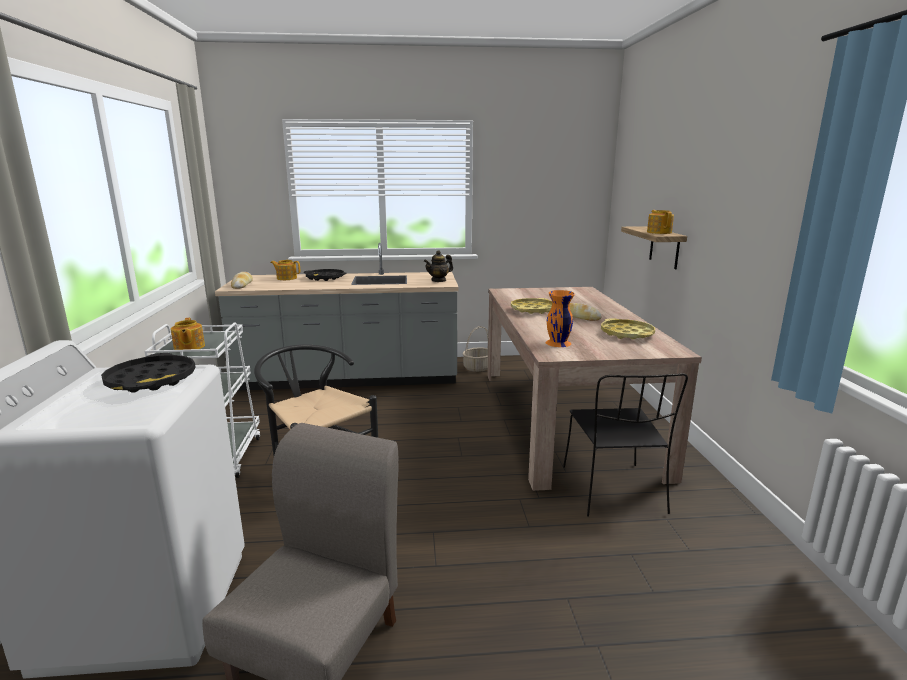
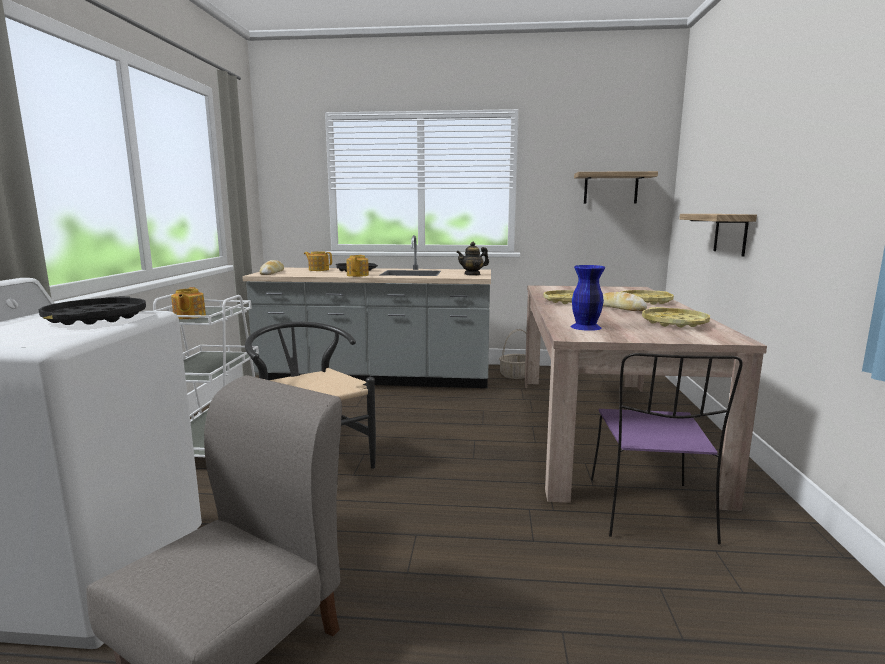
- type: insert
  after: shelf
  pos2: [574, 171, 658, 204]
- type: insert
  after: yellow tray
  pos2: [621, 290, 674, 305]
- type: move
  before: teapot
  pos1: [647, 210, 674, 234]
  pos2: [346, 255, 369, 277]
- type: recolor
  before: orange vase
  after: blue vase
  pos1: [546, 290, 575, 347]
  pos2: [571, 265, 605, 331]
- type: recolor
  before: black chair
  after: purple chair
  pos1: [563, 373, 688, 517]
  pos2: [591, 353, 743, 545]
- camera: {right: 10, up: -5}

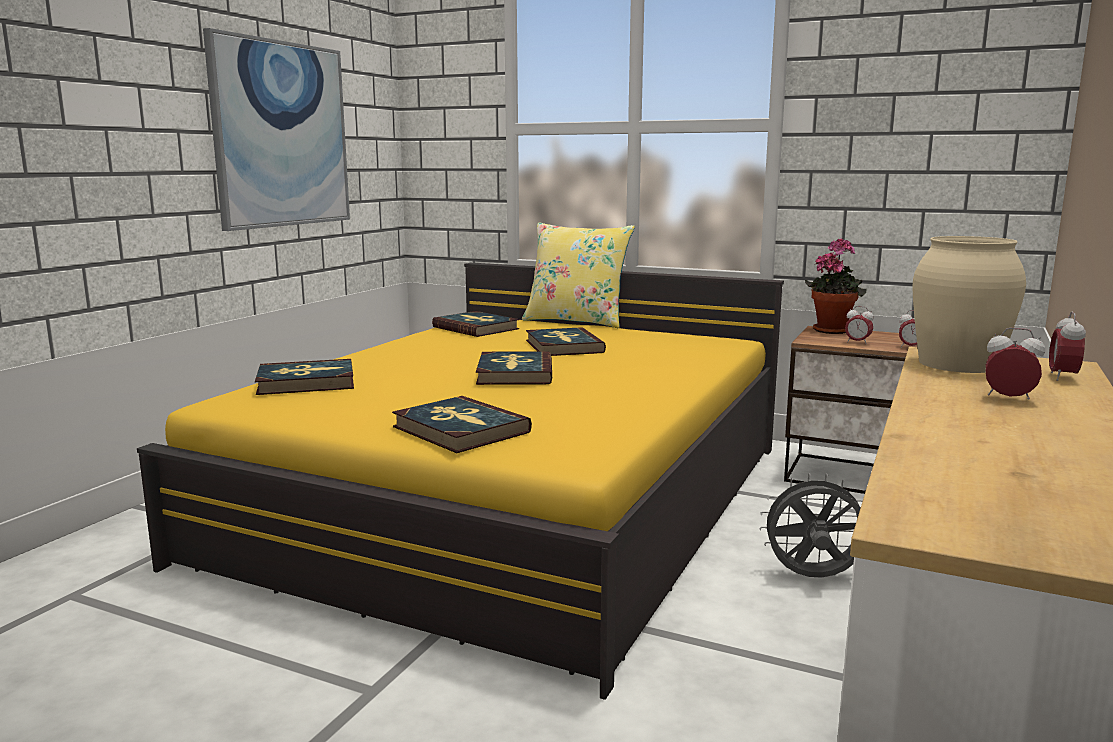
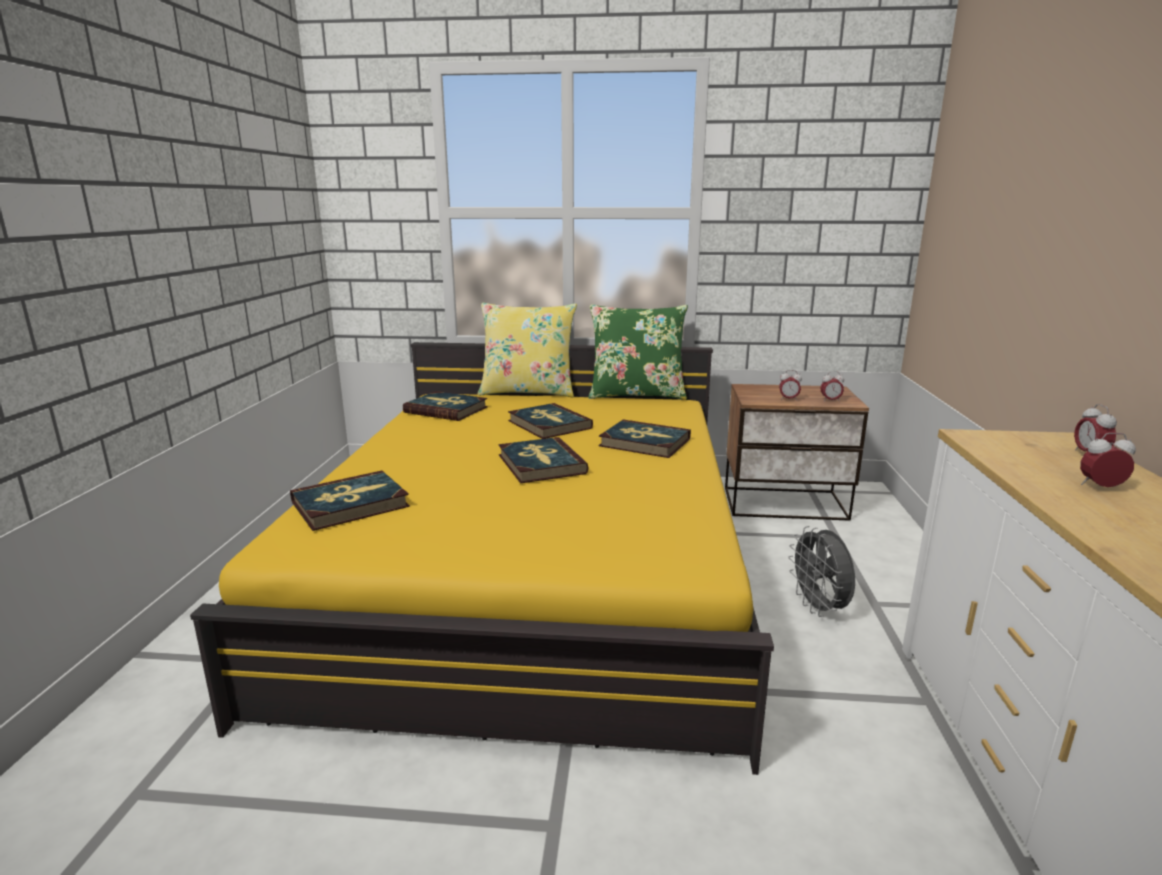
- type: delete
  before: picture
  pos1: [203, 28, 350, 231]
- type: delete
  before: potted plant
  pos1: [805, 238, 866, 334]
- type: delete
  before: beige vase
  pos1: [912, 236, 1026, 373]
- type: insert
  after: green pillow
  pos2: [588, 304, 688, 400]
- type: move
  before: book
  pos1: [392, 396, 532, 453]
  pos2: [599, 419, 691, 458]
- type: rotate
  before: grey fan
  pos1: [759, 473, 863, 578]
  pos2: [788, 526, 855, 617]
  turn: -90
- camera: {right: -20, up: 5}

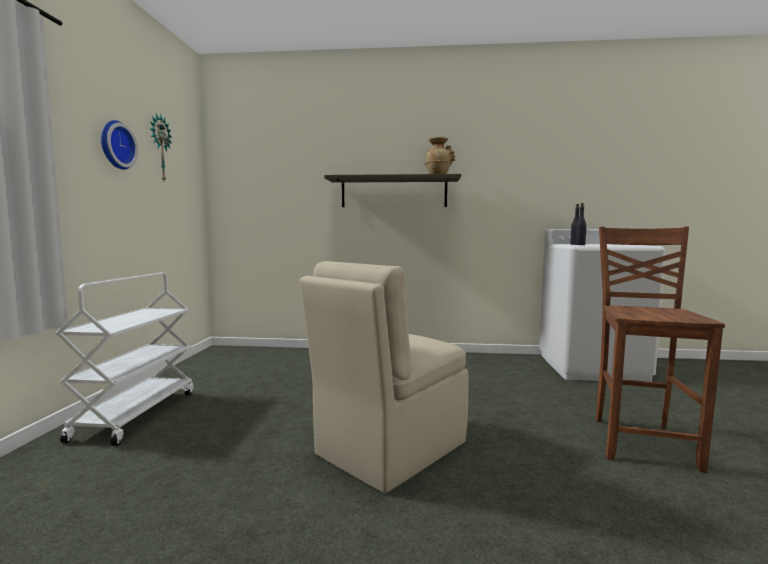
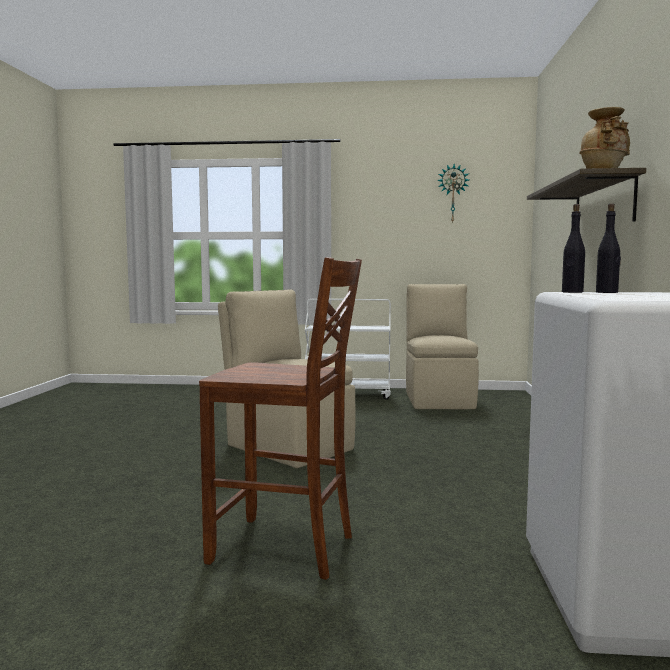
- type: delete
  before: wall clock
  pos1: [101, 120, 138, 170]
- type: insert
  after: beige chair
  pos2: [406, 284, 479, 409]
- camera: {right: 90, up: 0}

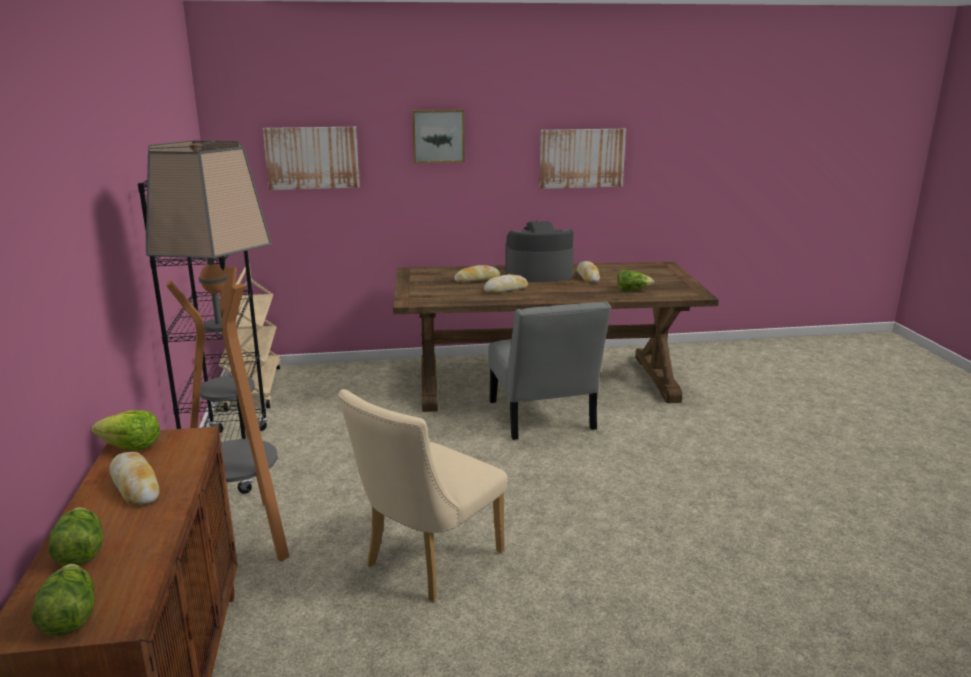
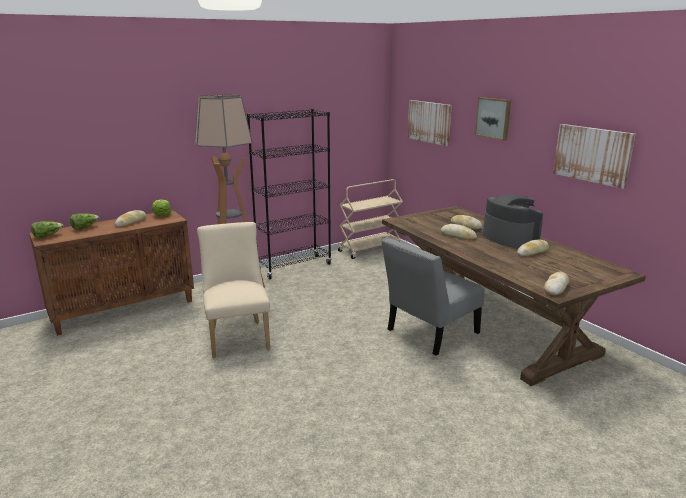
- type: delete
  before: lettuce
  pos1: [617, 270, 654, 291]
- type: insert
  after: bread
  pos2: [544, 272, 569, 295]
- type: rotate
  before: beige chair
  pos1: [338, 389, 507, 601]
  pos2: [197, 222, 270, 358]
  turn: 60
- camera: {right: 65, up: 0}

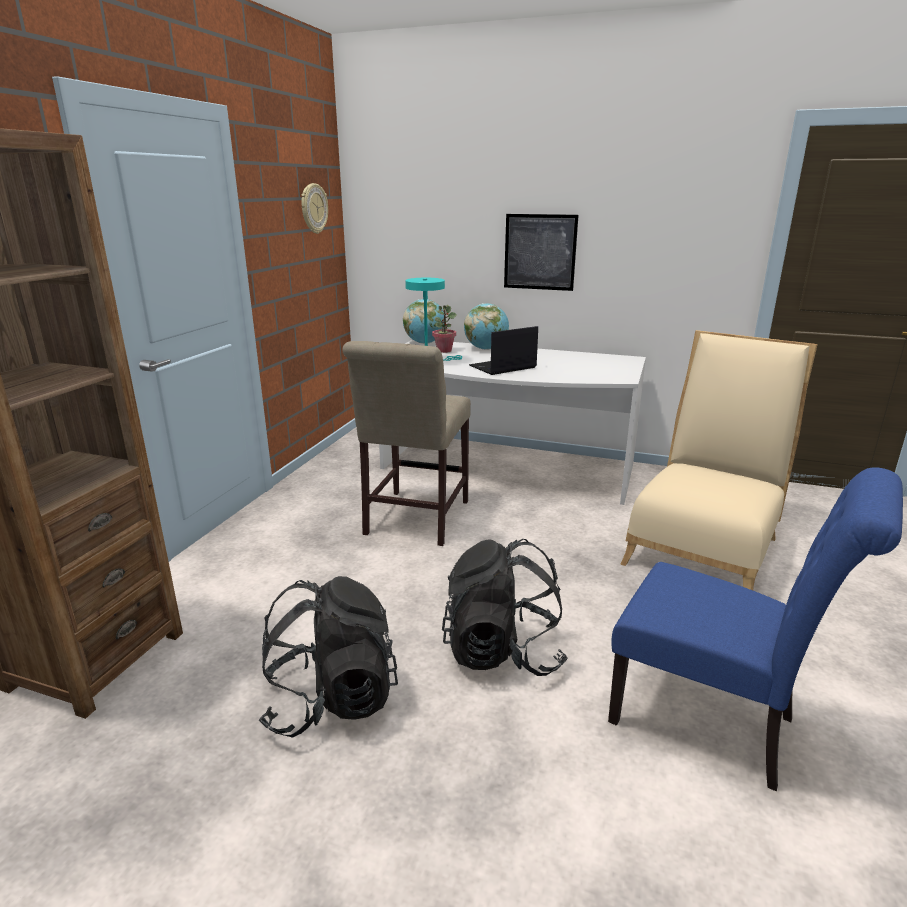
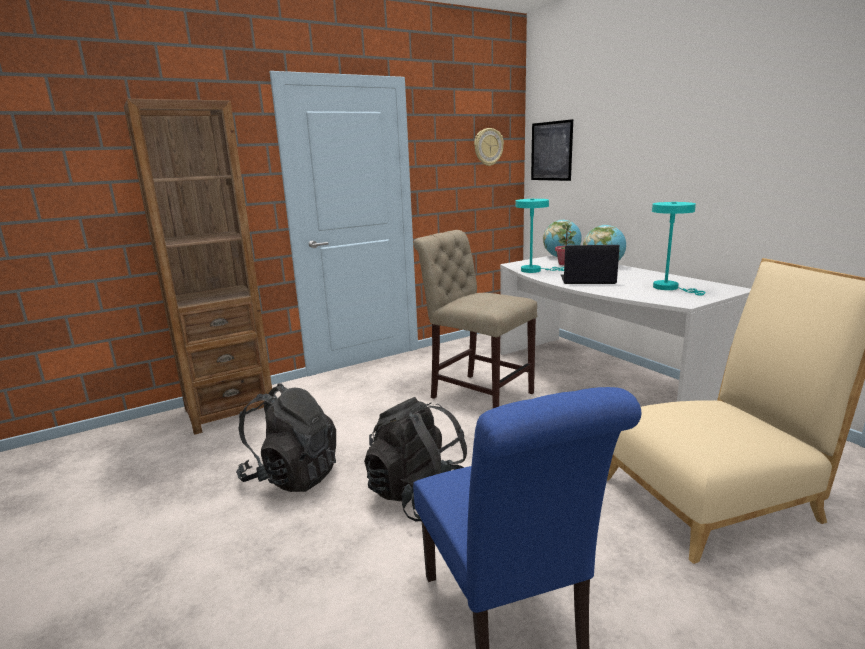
- type: insert
  after: turquoise table lamp
  pos2: [652, 202, 705, 296]
- type: move
  before: picture
  pos1: [504, 214, 579, 291]
  pos2: [531, 119, 573, 181]
- type: rotate
  before: beige chair
  pos1: [342, 341, 471, 546]
  pos2: [413, 230, 537, 408]
  turn: 75
- camera: {right: 40, up: -5}

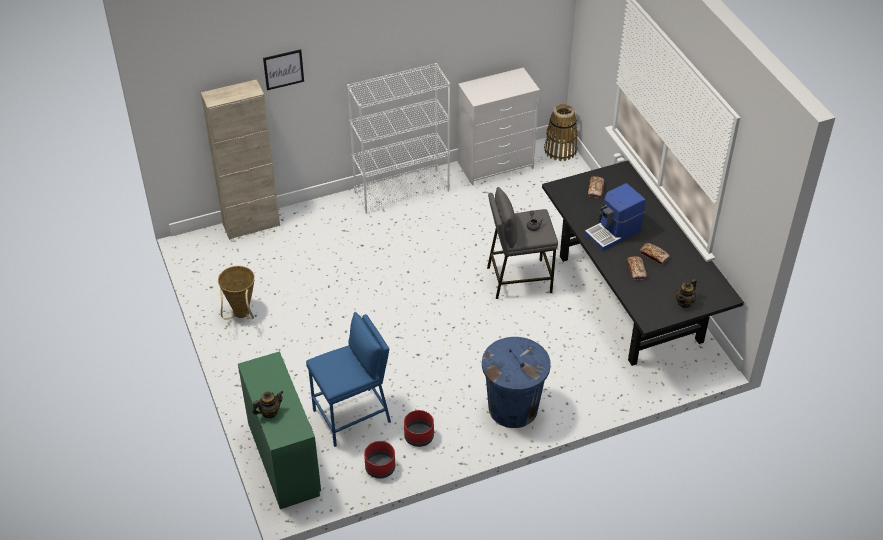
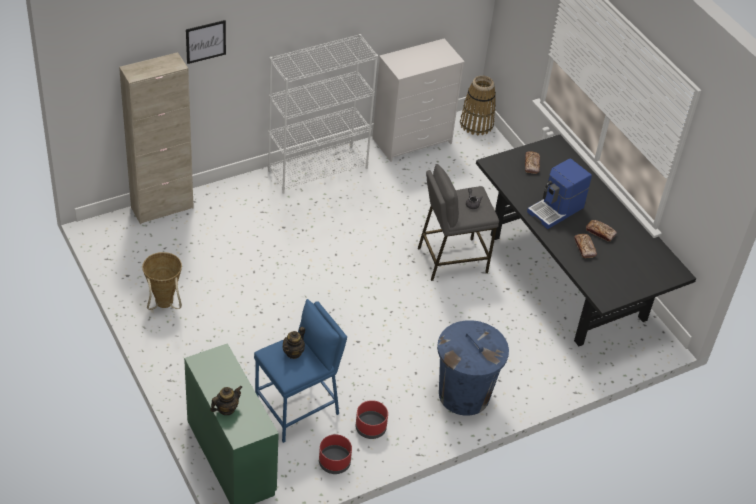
- type: move
  before: teapot
  pos1: [676, 279, 697, 308]
  pos2: [282, 327, 305, 359]
- camera: {right: -10, up: 0}

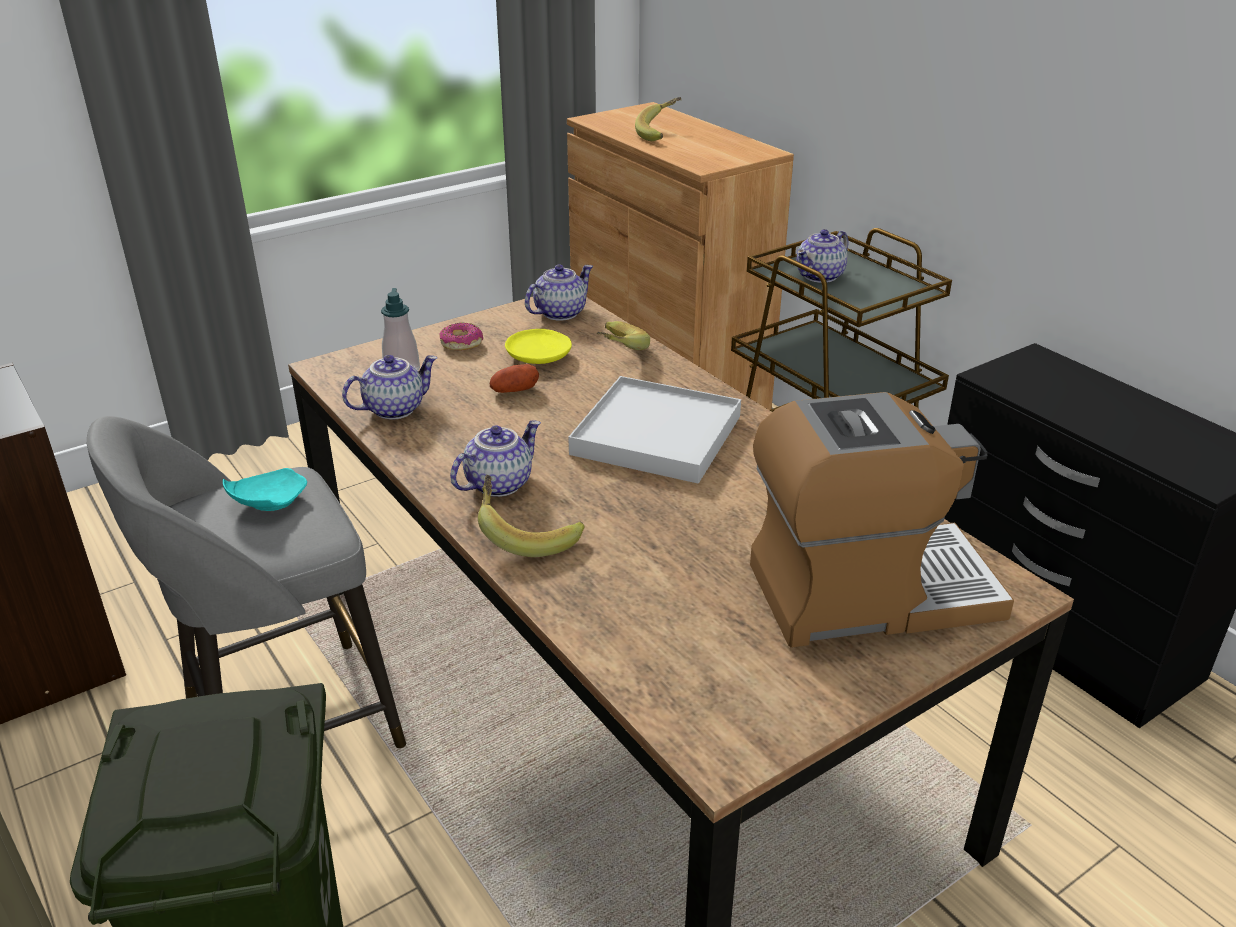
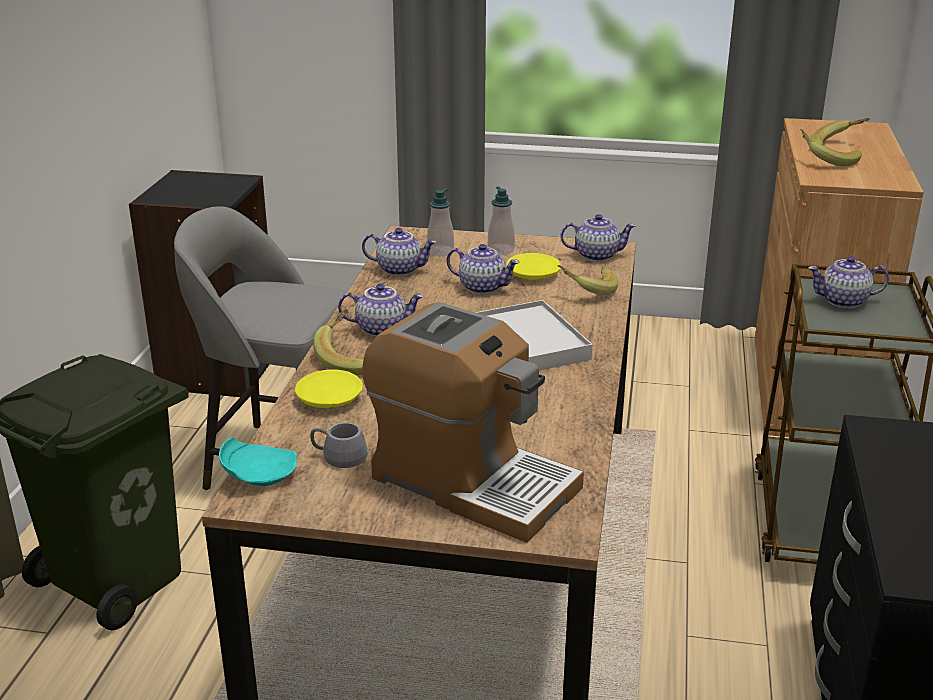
- type: insert
  after: yellow plate
  pos2: [295, 369, 363, 408]
- type: insert
  after: grey mug
  pos2: [310, 423, 368, 468]
- type: insert
  after: banana
  pos2: [800, 129, 862, 166]
- type: move
  before: turquoise plate
  pos1: [223, 468, 307, 511]
  pos2: [219, 437, 297, 486]
- type: replace
  before: donut
  after: soap dispenser
  pos1: [439, 323, 483, 350]
  pos2: [488, 186, 515, 255]
- type: replace
  before: potato
  after: teapot
  pos1: [490, 364, 539, 393]
  pos2: [447, 244, 520, 294]
- camera: {right: 45, up: -5}

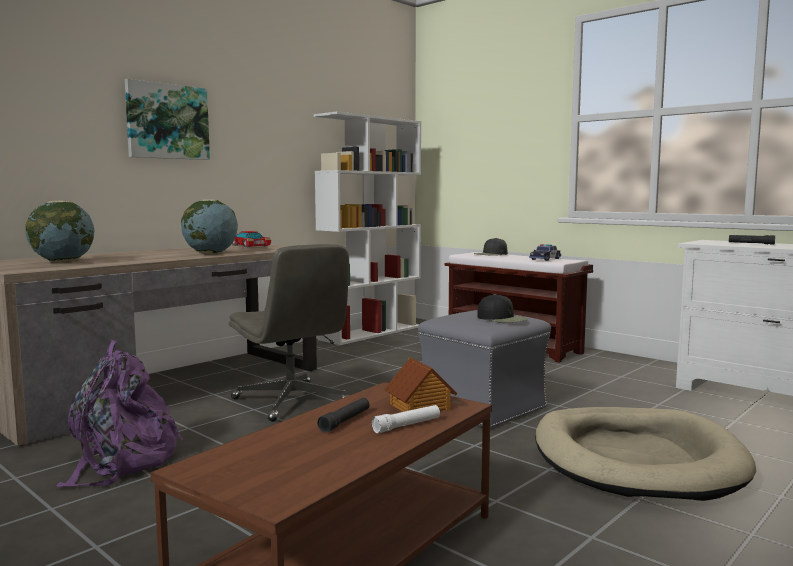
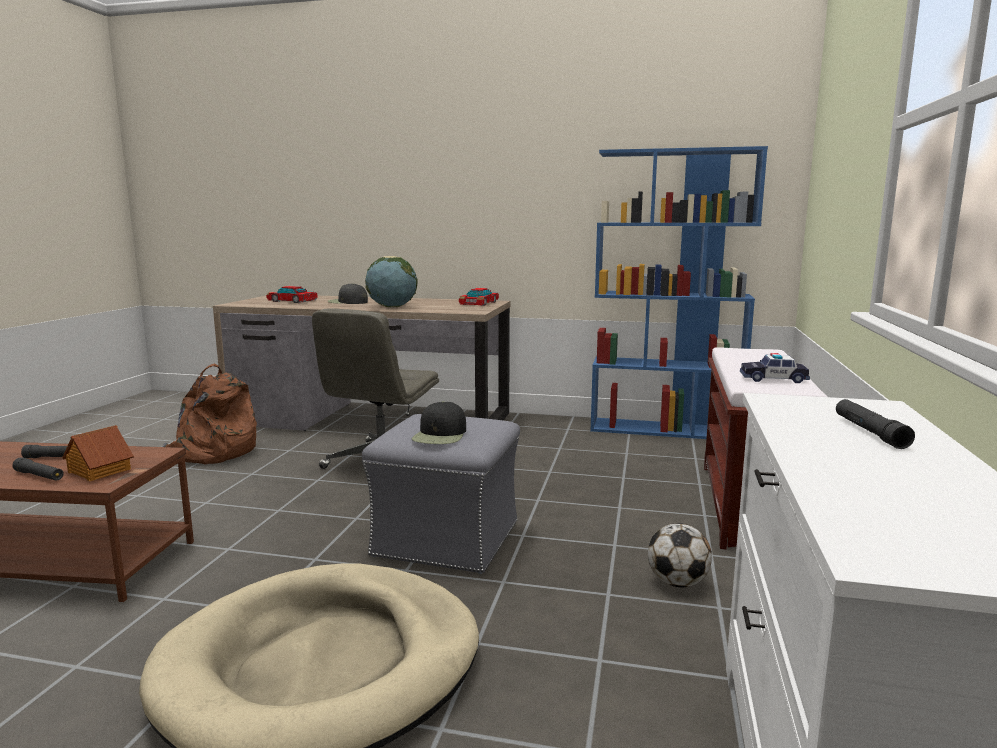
- type: delete
  before: picture
  pos1: [125, 79, 210, 160]
- type: insert
  after: football
  pos2: [648, 523, 712, 588]
- type: move
  before: black cap
  pos1: [474, 238, 508, 256]
  pos2: [328, 283, 368, 304]
- type: replace
  before: globe
  after: toy car
  pos1: [25, 201, 94, 262]
  pos2: [266, 286, 318, 303]
- type: recolor
  before: purple backpack
  after: brown backpack
  pos1: [55, 340, 183, 487]
  pos2: [163, 364, 257, 465]
- type: recolor
  before: white bookcase
  after: blue bookcase
  pos1: [314, 111, 421, 345]
  pos2: [590, 146, 768, 439]
- type: recolor
  before: white flashlight
  after: black flashlight
  pos1: [372, 405, 440, 433]
  pos2: [12, 457, 64, 481]
- camera: {right: 60, up: 5}

